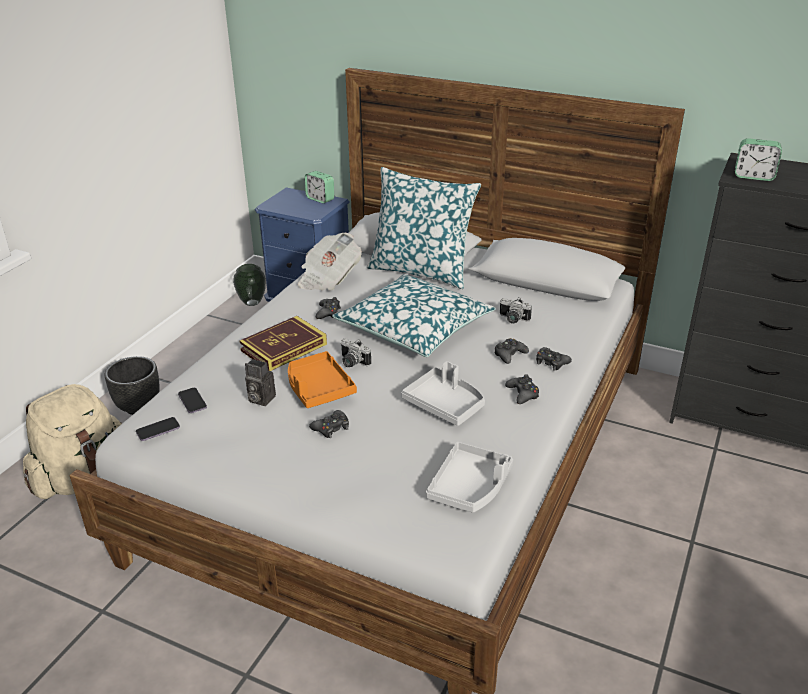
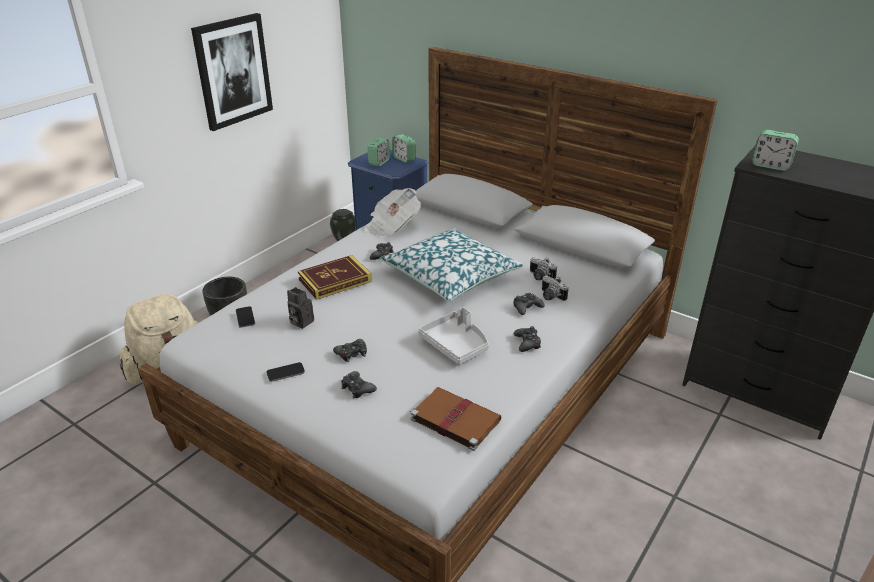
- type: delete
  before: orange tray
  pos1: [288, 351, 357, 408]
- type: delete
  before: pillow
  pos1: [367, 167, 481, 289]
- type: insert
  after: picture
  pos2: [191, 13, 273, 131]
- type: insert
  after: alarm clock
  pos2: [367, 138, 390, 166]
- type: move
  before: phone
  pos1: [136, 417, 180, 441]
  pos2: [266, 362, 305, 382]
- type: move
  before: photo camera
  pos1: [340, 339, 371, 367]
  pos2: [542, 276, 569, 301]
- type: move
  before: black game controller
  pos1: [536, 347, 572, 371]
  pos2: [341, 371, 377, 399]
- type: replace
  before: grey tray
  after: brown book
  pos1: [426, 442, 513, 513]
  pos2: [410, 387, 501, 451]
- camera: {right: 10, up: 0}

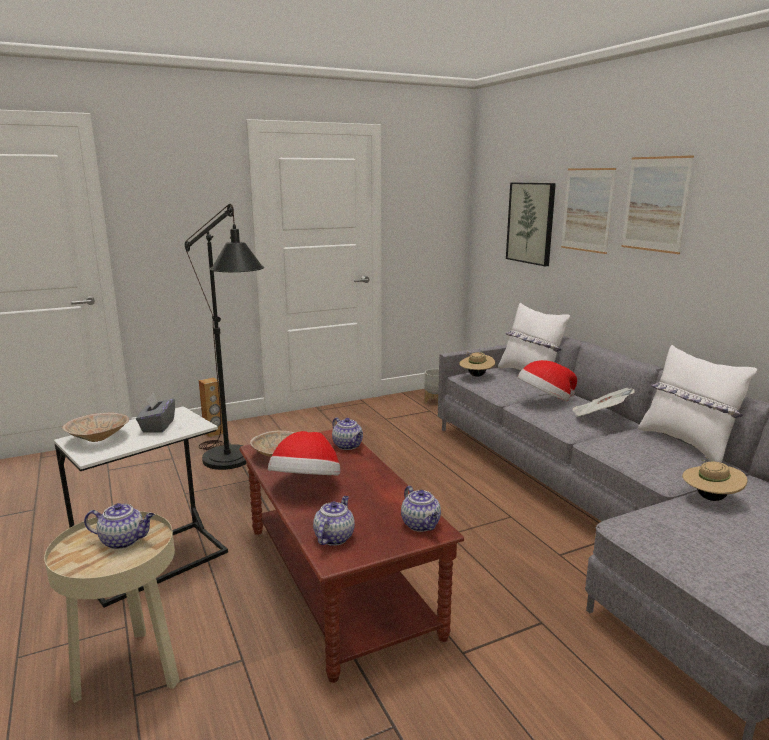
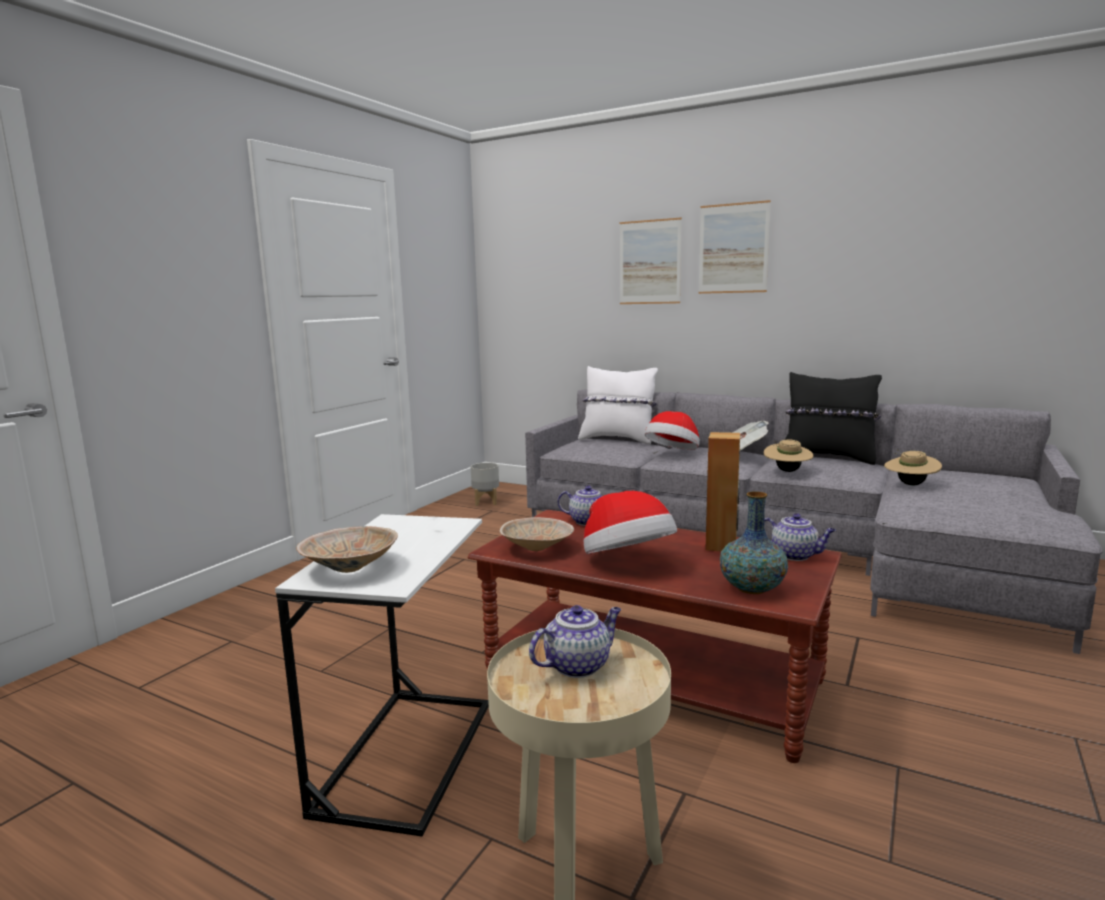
- type: delete
  before: grey tissue box
  pos1: [136, 393, 175, 433]
- type: delete
  before: black floor lamp
  pos1: [185, 204, 264, 470]
- type: delete
  before: picture
  pos1: [506, 183, 556, 266]
- type: move
  before: brown speaker
  pos1: [199, 378, 223, 437]
  pos2: [705, 432, 740, 551]
- type: move
  before: beige hat
  pos1: [459, 352, 495, 377]
  pos2: [764, 440, 814, 472]
- type: replace
  before: teapot
  after: vase
  pos1: [313, 496, 355, 546]
  pos2: [720, 491, 788, 594]
- type: recolor
  before: white pillow
  after: black pillow
  pos1: [638, 345, 757, 463]
  pos2: [785, 372, 882, 465]
- camera: {right: -35, up: -5}

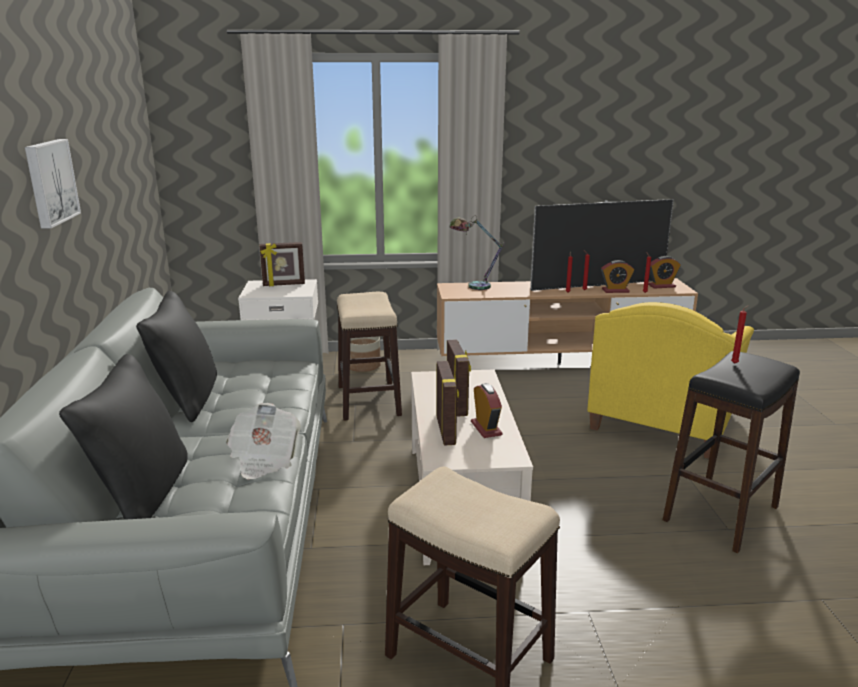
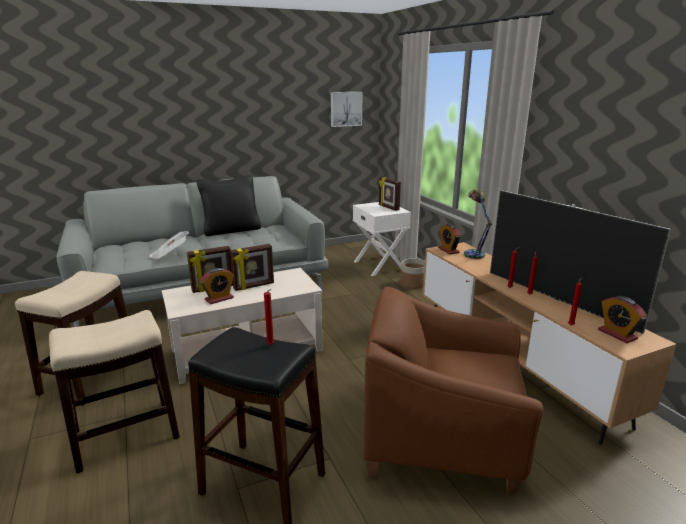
- type: delete
  before: black pillow
  pos1: [59, 354, 188, 520]
- type: move
  before: picture
  pos1: [25, 139, 81, 229]
  pos2: [331, 92, 363, 127]
- type: move
  before: stool
  pos1: [337, 291, 402, 421]
  pos2: [49, 310, 180, 473]
- type: move
  before: alarm clock
  pos1: [601, 260, 634, 293]
  pos2: [438, 224, 461, 254]
- type: recolor
  before: yellow armchair
  after: brown armchair
  pos1: [587, 302, 754, 459]
  pos2: [364, 287, 544, 494]
- camera: {right: 70, up: 0}

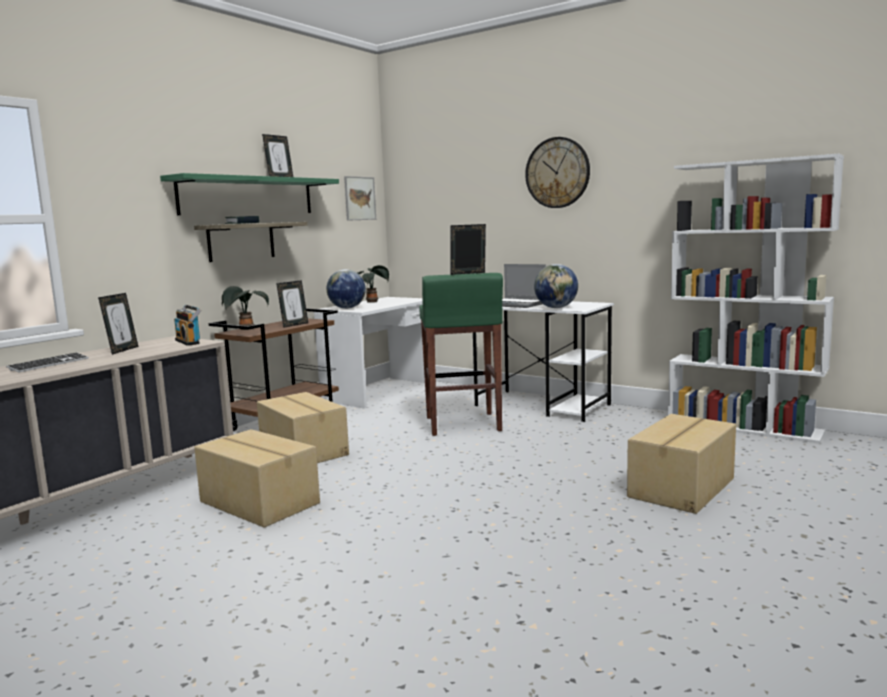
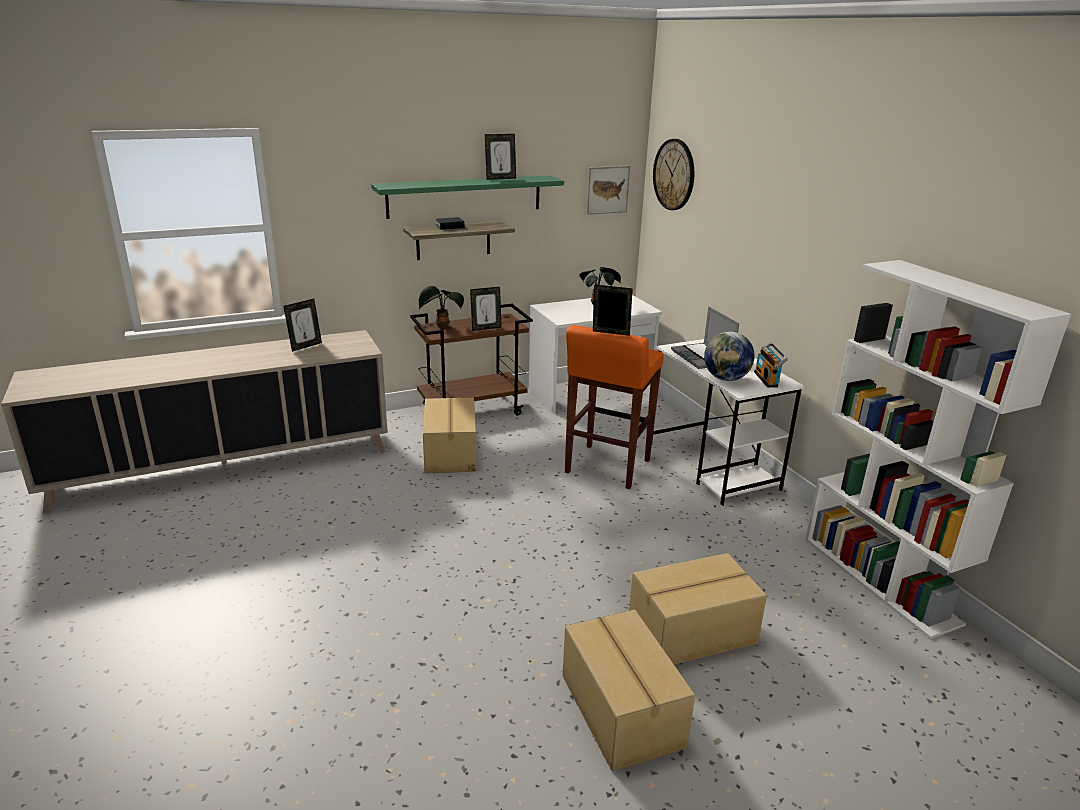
- type: delete
  before: keyboard
  pos1: [6, 352, 89, 372]
- type: delete
  before: globe
  pos1: [327, 269, 366, 309]
- type: move
  before: radio
  pos1: [174, 305, 201, 346]
  pos2: [754, 342, 788, 388]
- type: move
  before: cardboard box
  pos1: [194, 429, 320, 527]
  pos2: [562, 609, 695, 771]
- type: move
  before: wall clock
  pos1: [525, 137, 590, 208]
  pos2: [653, 139, 694, 210]
- type: recolor
  before: green stool
  after: orange stool
  pos1: [419, 273, 503, 436]
  pos2: [565, 325, 664, 489]
- camera: {right: 30, up: 15}

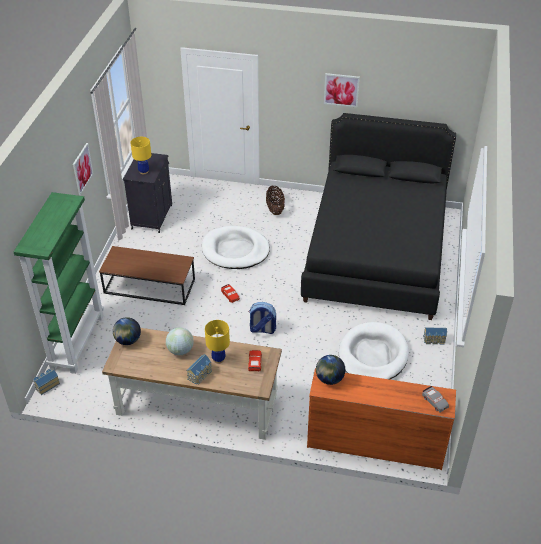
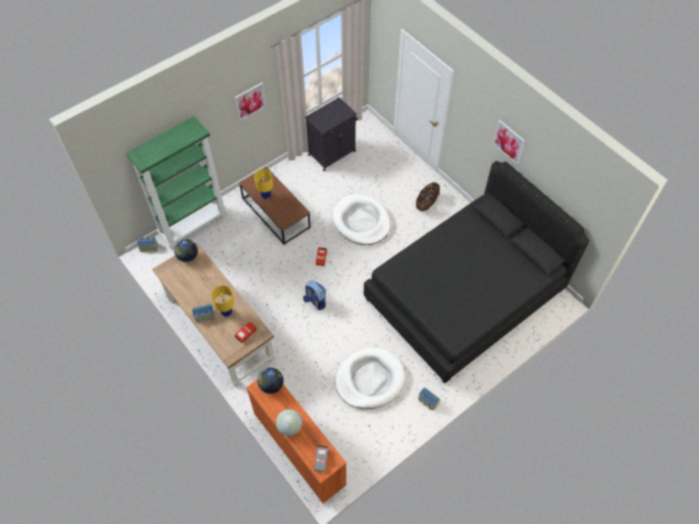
- type: move
  before: yellow table lamp
  pos1: [130, 137, 151, 174]
  pos2: [254, 169, 273, 200]
- type: move
  before: globe
  pos1: [166, 327, 194, 355]
  pos2: [276, 409, 302, 436]
- camera: {right: 40, up: 15}

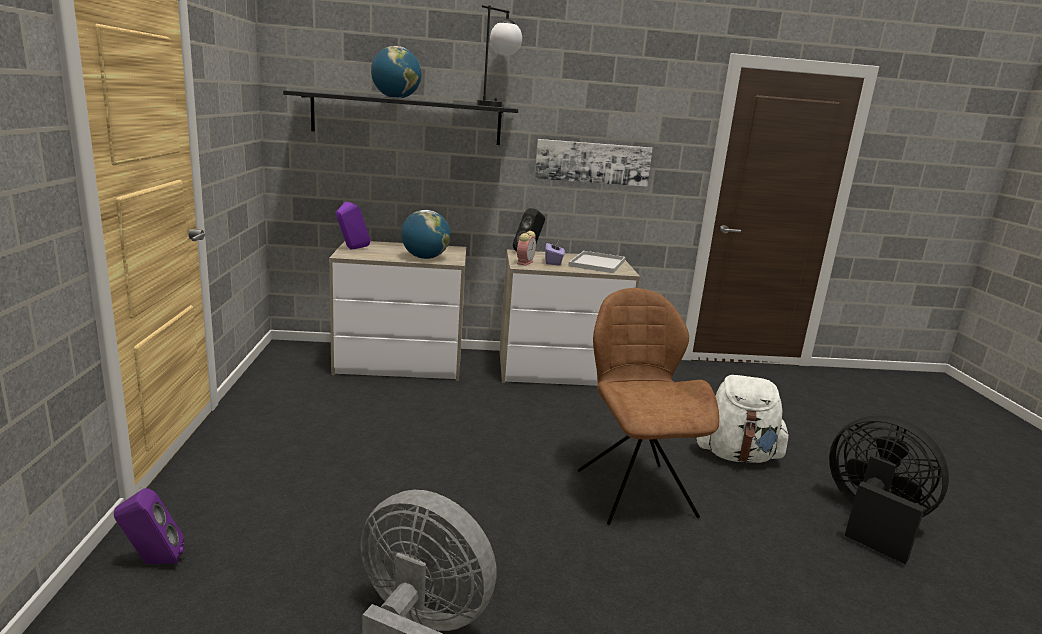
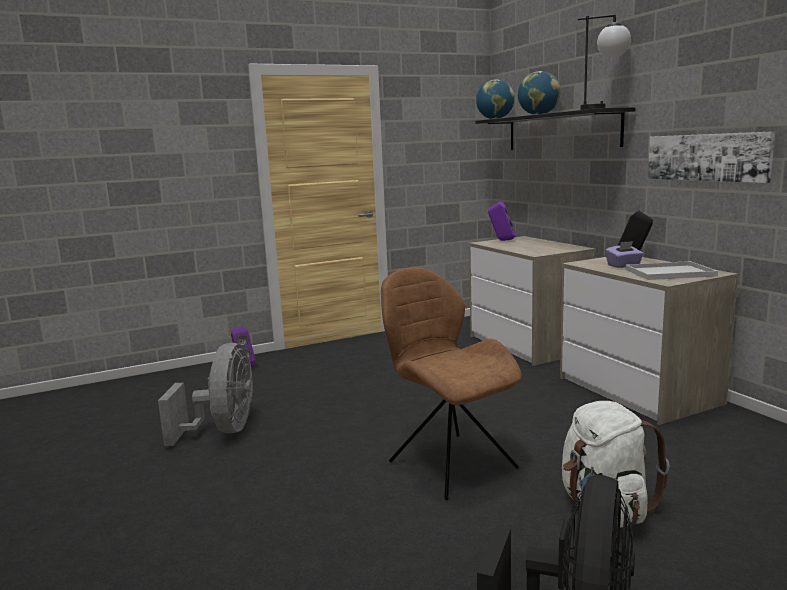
- type: delete
  before: alarm clock
  pos1: [517, 231, 536, 266]
- type: move
  before: globe
  pos1: [401, 210, 450, 259]
  pos2: [476, 79, 515, 119]
- type: rotate
  before: brown chair
  pos1: [578, 288, 719, 525]
  pos2: [381, 268, 522, 500]
  turn: -90
- camera: {right: 70, up: -5}

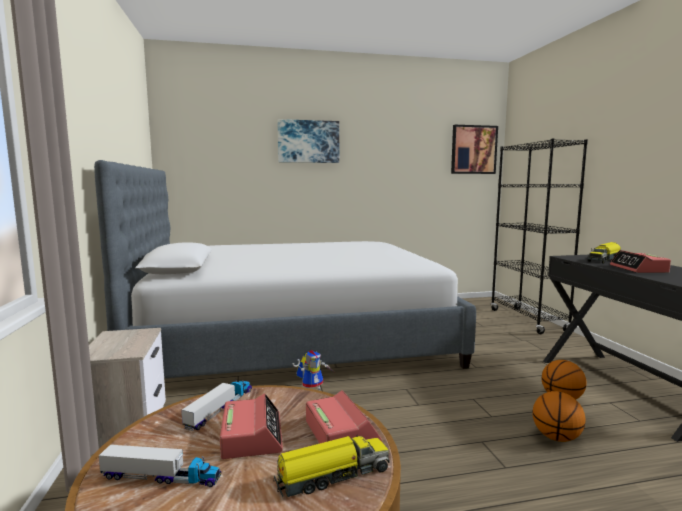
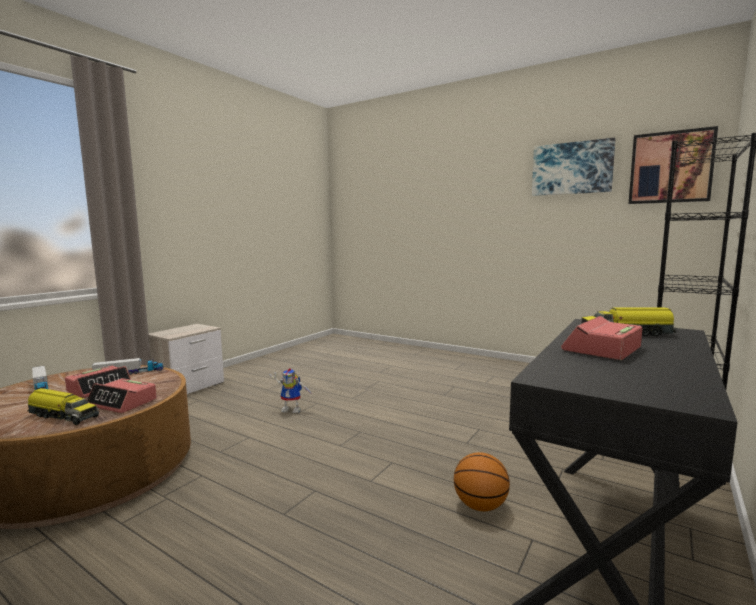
- type: delete
  before: bed
  pos1: [94, 160, 476, 378]
- type: delete
  before: basketball
  pos1: [532, 391, 586, 442]
- type: move
  before: picture
  pos1: [277, 119, 339, 163]
  pos2: [532, 138, 616, 196]
- type: rotate
  before: alarm clock
  pos1: [306, 390, 382, 444]
  pos2: [87, 378, 157, 413]
  turn: 90
- camera: {right: 45, up: 0}

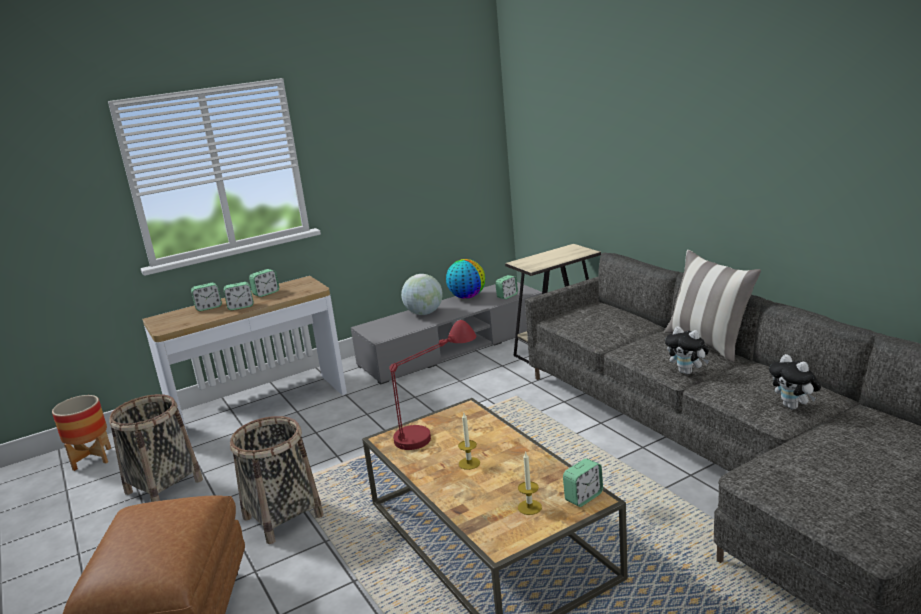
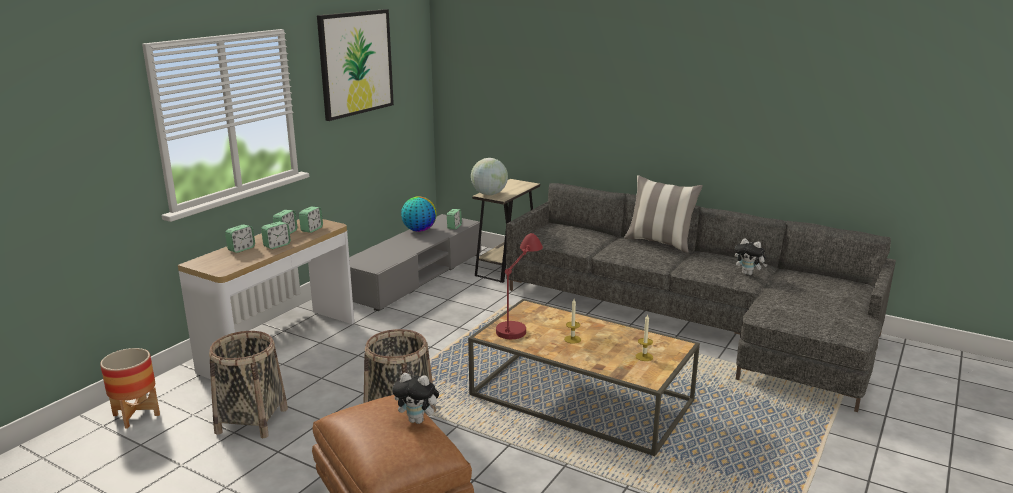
- type: insert
  after: picture
  pos2: [317, 9, 394, 121]
- type: move
  before: globe
  pos1: [401, 274, 443, 315]
  pos2: [471, 158, 508, 195]
- type: move
  before: alarm clock
  pos1: [563, 458, 603, 507]
  pos2: [299, 207, 323, 233]
- type: move
  before: plush toy
  pos1: [665, 326, 709, 374]
  pos2: [392, 373, 442, 424]
- camera: {right: -30, up: 0}

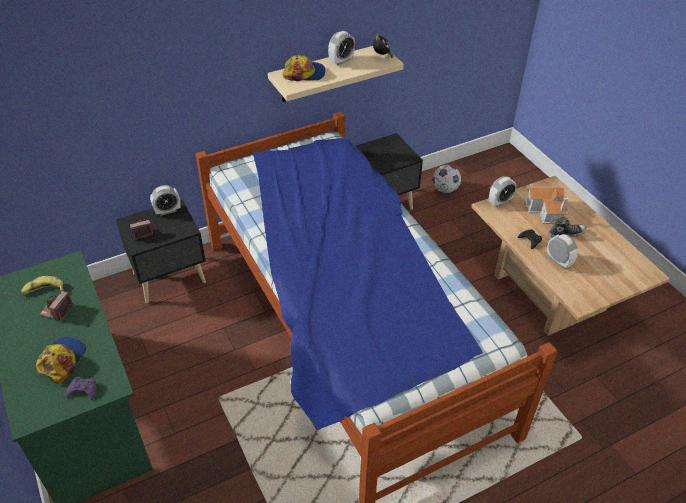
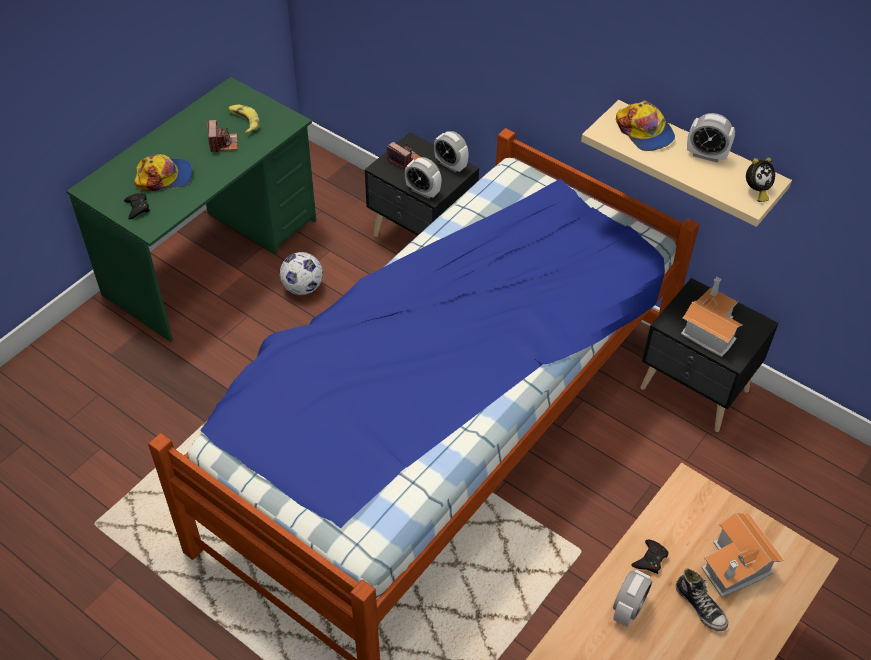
- type: insert
  after: toy house
  pos2: [681, 277, 742, 357]
- type: move
  before: football
  pos1: [433, 165, 461, 193]
  pos2: [280, 252, 323, 295]
- type: move
  before: alarm clock
  pos1: [489, 176, 516, 207]
  pos2: [405, 157, 442, 199]
- type: recolor
  before: purple game controller
  after: black game controller
  pos1: [66, 377, 96, 400]
  pos2: [124, 193, 150, 219]
- type: rotate
  before: photo camera
  pos1: [39, 291, 73, 321]
  pos2: [207, 120, 238, 153]
  turn: 90
- camera: {right: 65, up: 5}

